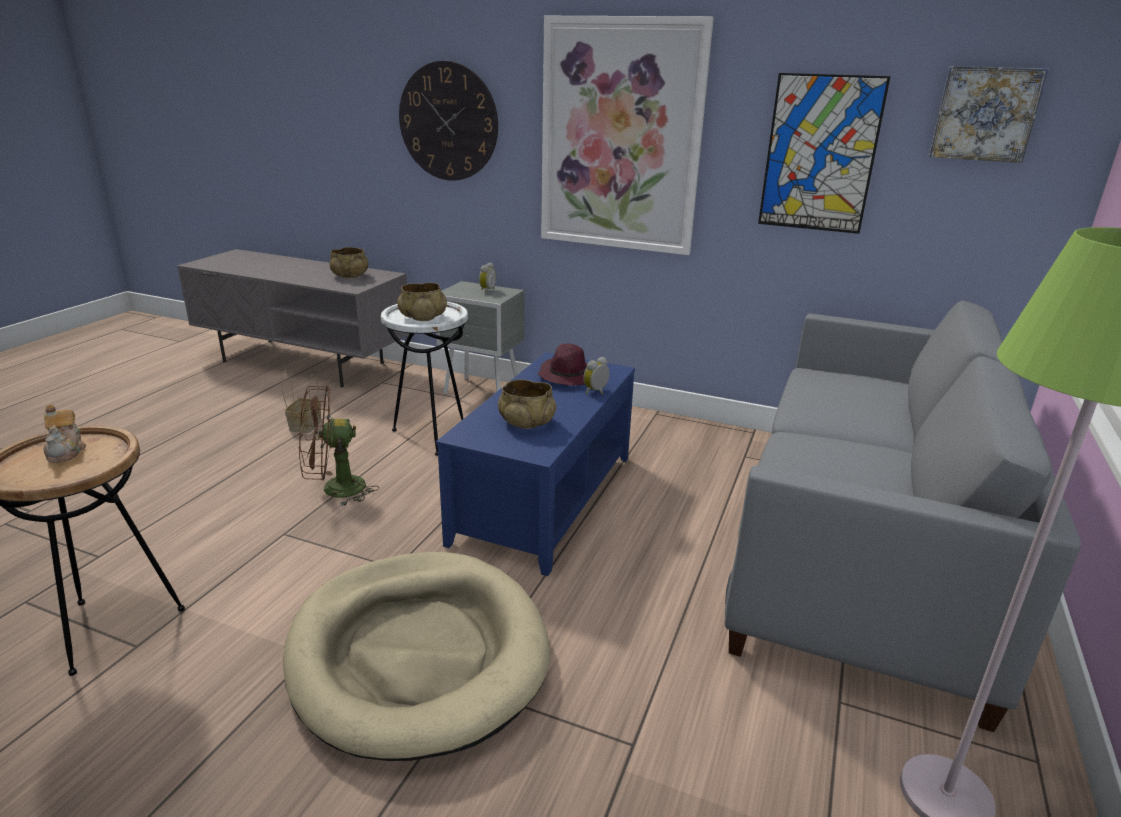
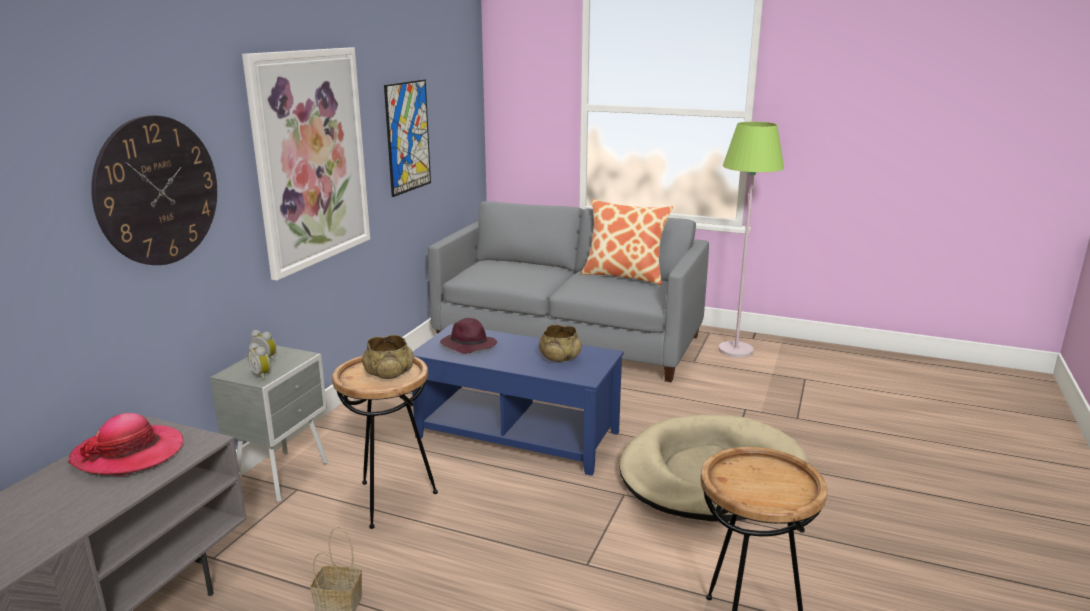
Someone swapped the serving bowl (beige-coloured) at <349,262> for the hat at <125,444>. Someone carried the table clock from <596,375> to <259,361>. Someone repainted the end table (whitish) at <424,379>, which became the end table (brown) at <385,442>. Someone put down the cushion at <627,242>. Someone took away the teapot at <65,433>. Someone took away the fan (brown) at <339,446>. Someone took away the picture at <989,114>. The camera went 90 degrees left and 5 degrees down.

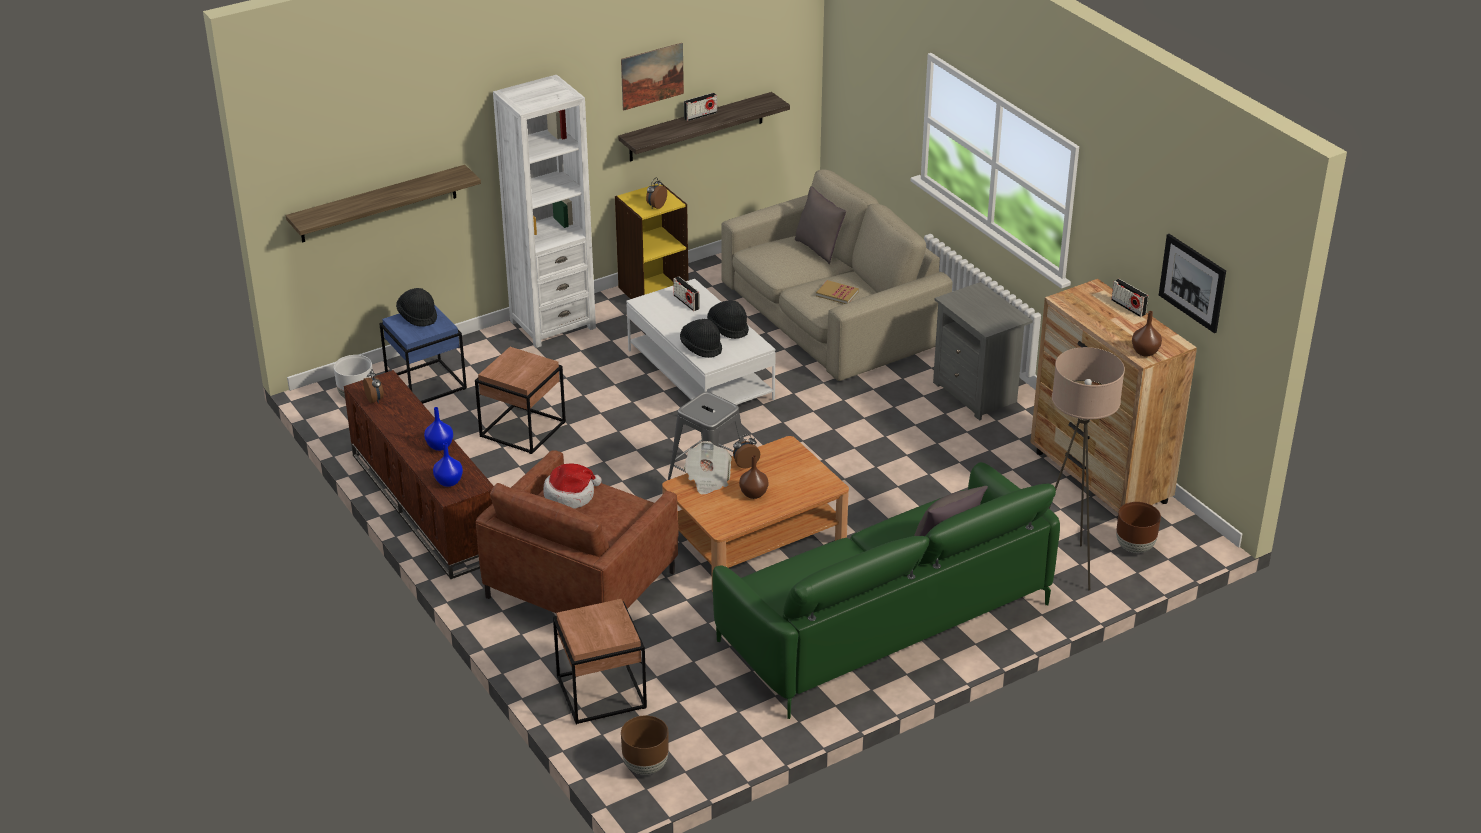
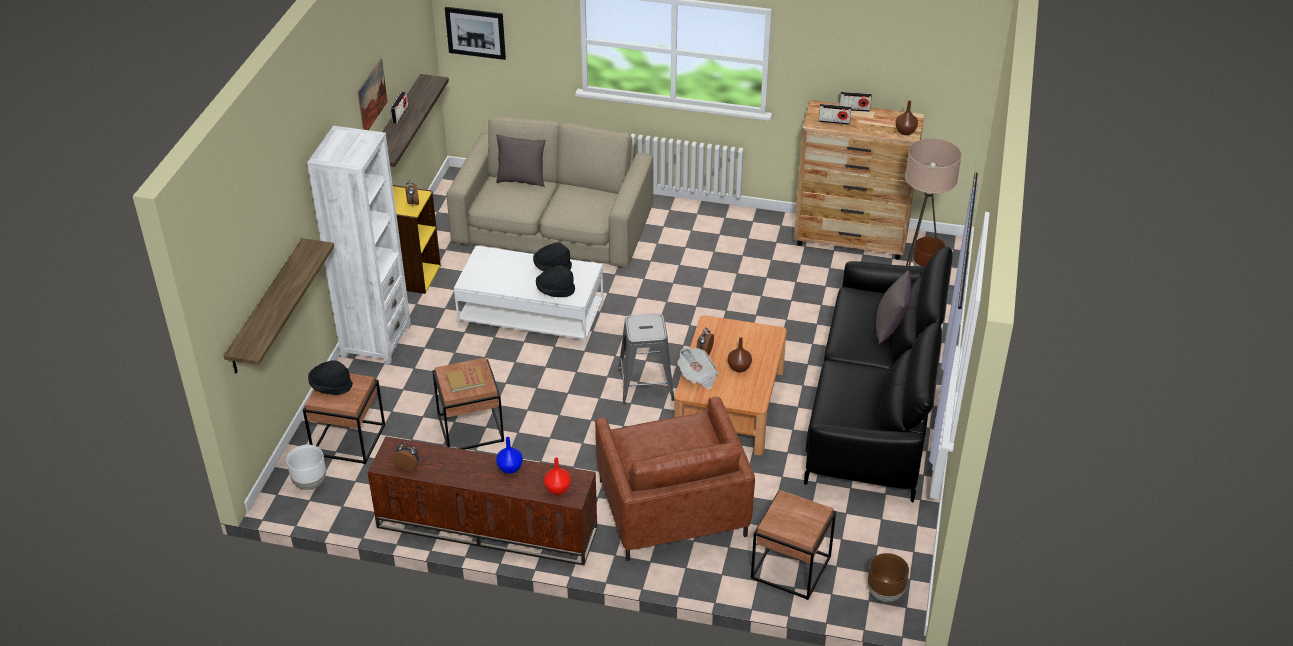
Someone repainted the end table (blue-coloured) at <423,354>, which became the end table (brown) at <344,418>. Someone carried the picture from <1192,283> to <475,33>. Someone carried the book from <837,292> to <465,379>. Someone repainted the vase (blue-coloured) at <448,464>, which became the vase (reddish) at <557,476>. Someone repainted the couch (green-coloured) at <886,590>, which became the couch (blackish) at <878,375>. Someone carried the radio from <686,293> to <834,114>. Someone took away the hat at <572,486>. Someone took away the night table (greyish) at <983,351>. The camera went 45 degrees left and 5 degrees up.

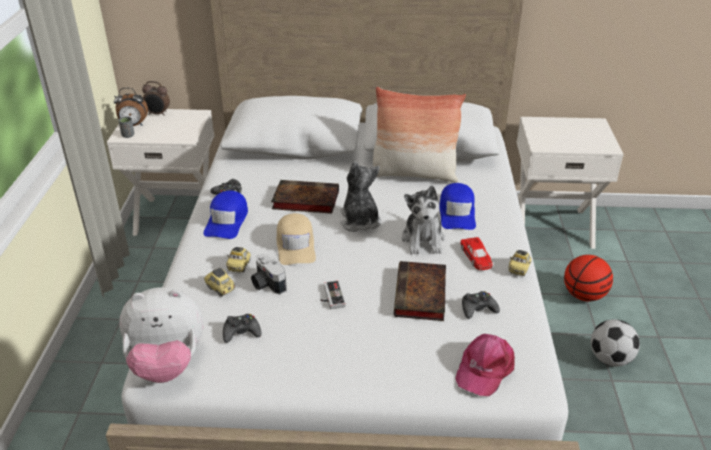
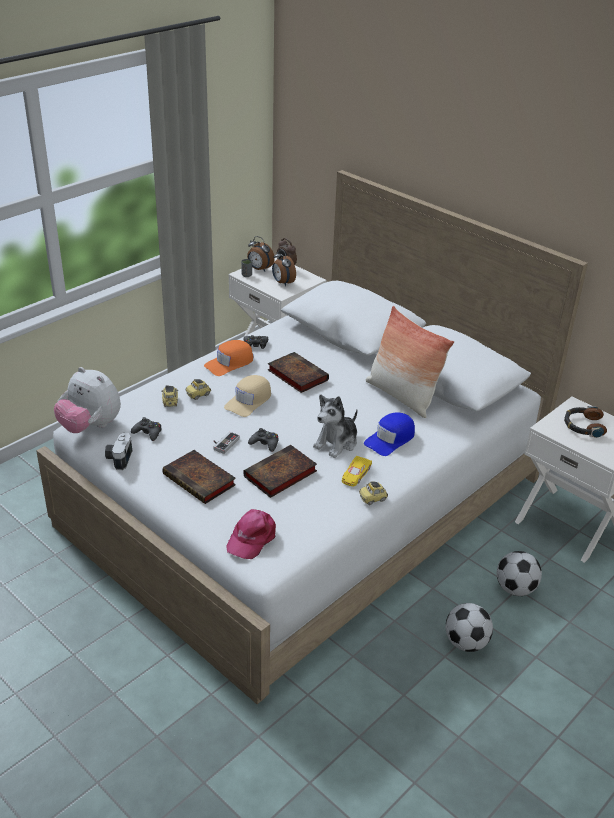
Someone carried the photo camera from <269,274> to <118,451>. Someone put down the book at <199,477>. Someone repainted the peaked cap (blue-coloured) at <225,215>, which became the peaked cap (orange-coloured) at <228,358>. Someone rotated the peaked cap (pink-coloured) at <485,365> by 45 degrees counterclockwise. Someone carried the gamepad (blackish) from <481,305> to <263,440>. Someone put down the table clock at <284,267>. Someone repainted the model car (reddish) at <477,253>, which became the model car (yellow-coloured) at <357,471>. Someone swapped the basketball ball at <588,278> for the football ball at <519,573>. Someone put down the headphones at <585,422>. Someone took away the cuddly toy at <360,196>. The camera went 40 degrees right and 0 degrees up.

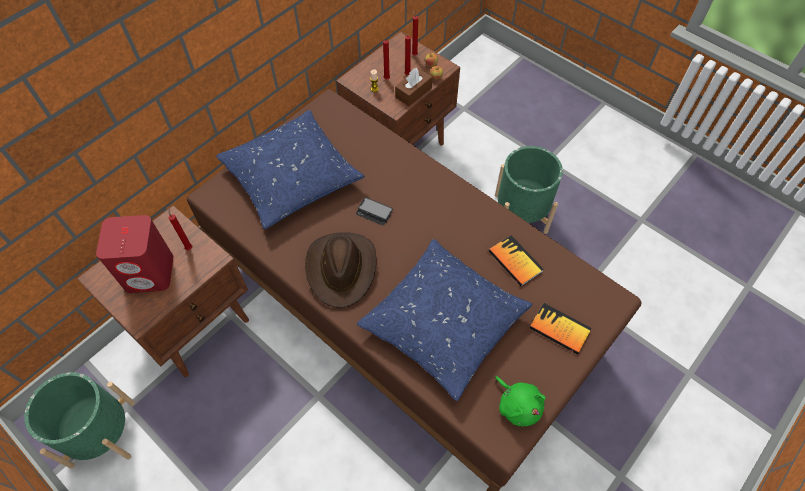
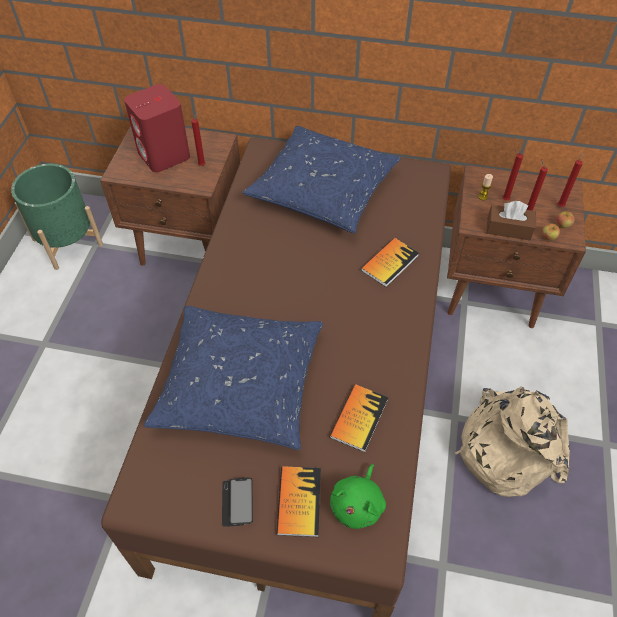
Someone carried the telephone from <374,211> to <237,502>. Someone carried the cuddly toy (green-coloured) from <520,401> to <358,496>. Someone put down the book at <390,262>. Someone swapped the plant pot (green-coloured) at <529,190> for the rucksack (beige-coloured) at <512,442>. Someone took away the hat (brown) at <341,270>. The camera went 60 degrees right and 5 degrees down.

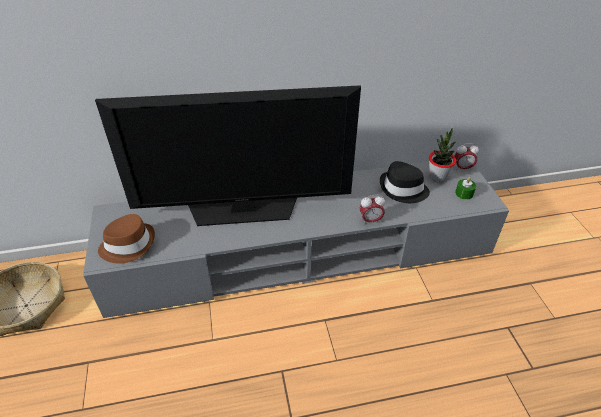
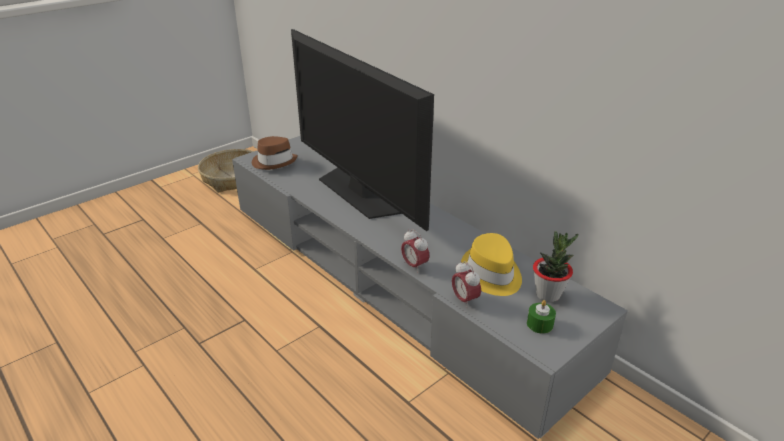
Someone carried the table clock from <466,156> to <466,284>. Someone repainted the hat (blackish) at <405,182>, which became the hat (yellow-coloured) at <491,264>. The camera went 60 degrees right and 10 degrees down.

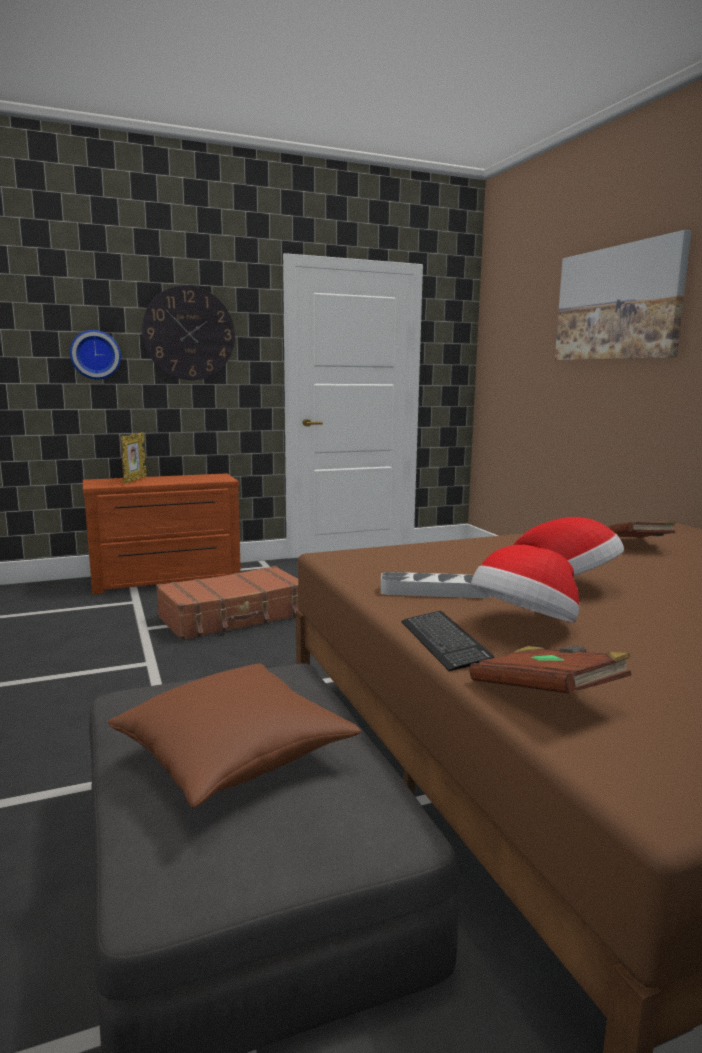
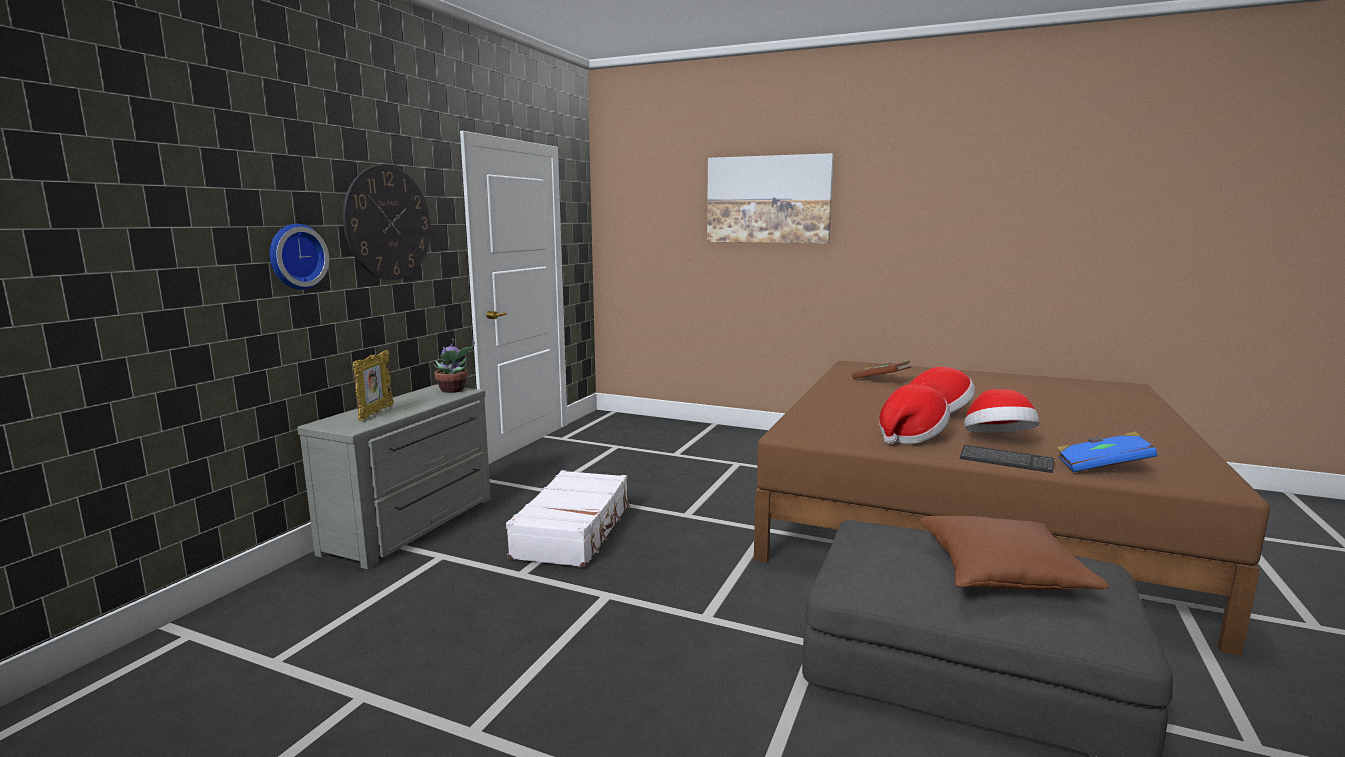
Someone repainted the dresser (brown) at <162,533>, which became the dresser (greyish) at <394,476>. Someone rotated the photo frame at <134,458> by 45 degrees clockwise. Someone put down the houseplant at <454,366>. Someone repainted the travel case (brown) at <227,603>, which became the travel case (whitish) at <568,518>. Someone swapped the carrying tray (greyish) at <436,585> for the hat at <914,414>. Someone repainted the book (brown) at <550,670>, which became the book (blue-coloured) at <1106,452>. The camera went 45 degrees left and 0 degrees up.

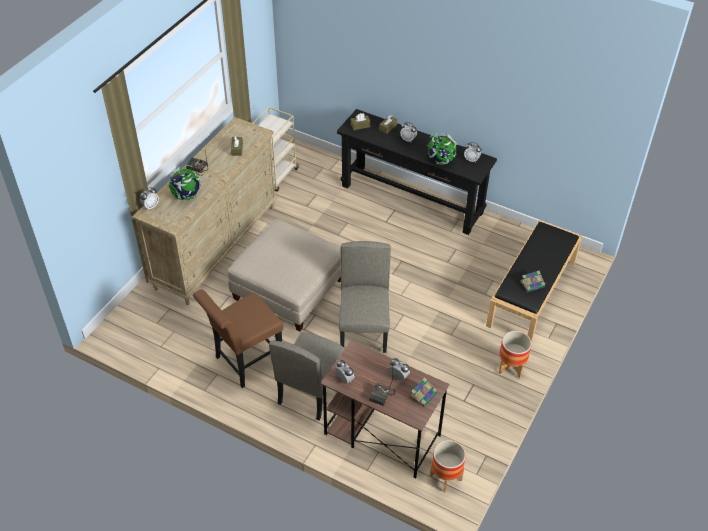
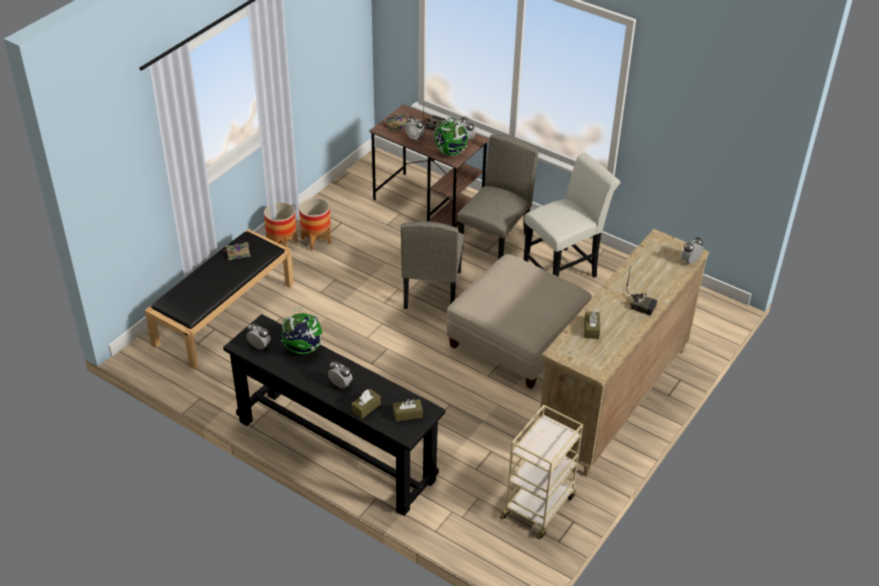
Someone carried the plant pot from <448,466> to <315,224>. Someone carried the globe from <185,182> to <450,136>. Someone repainted the chair (brown) at <238,338>, which became the chair (whitish) at <571,215>. The camera went 175 degrees left and 5 degrees down.

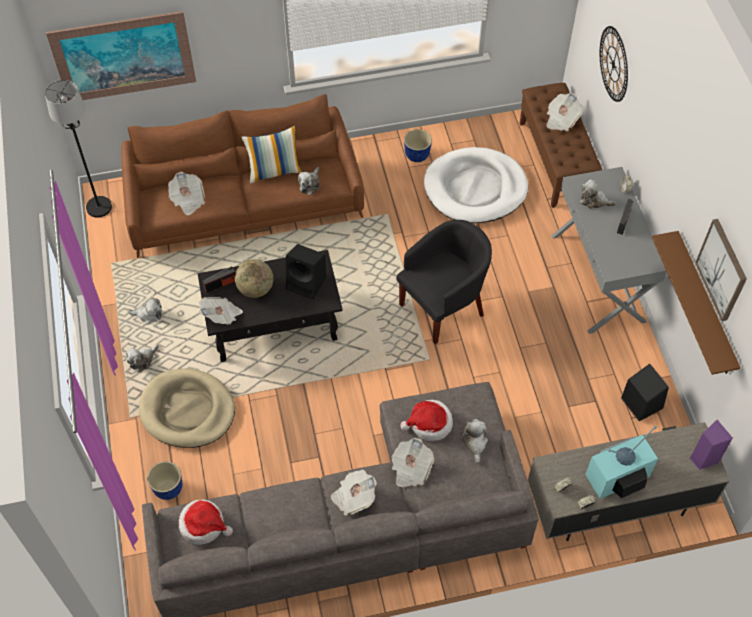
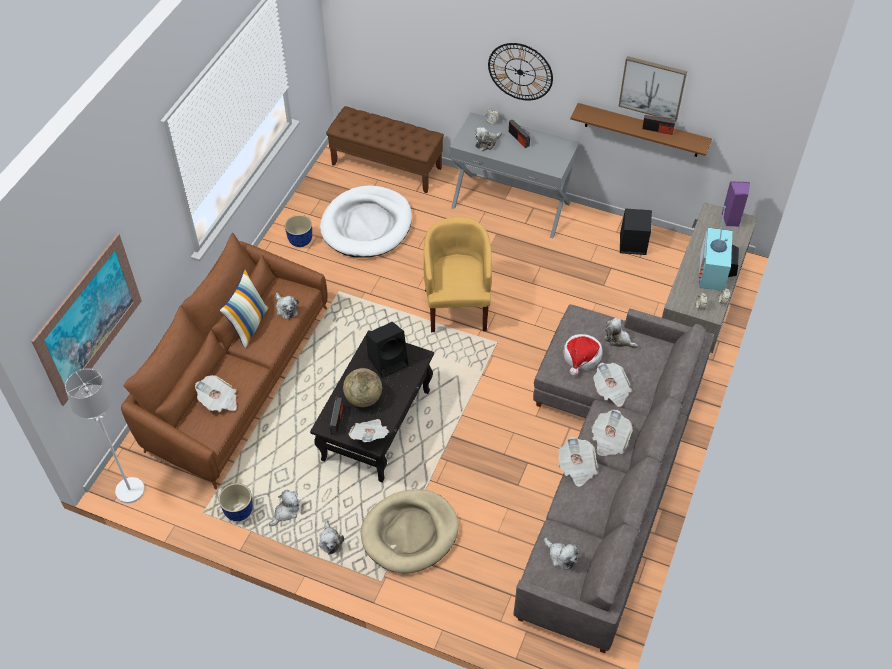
Someone repainted the standing lamp (blackish) at <78,149>, which became the standing lamp (whitish) at <105,435>. Someone carried the plant pot from <164,480> to <236,502>. Someone repainted the lounge chair (blackish) at <444,282>, which became the lounge chair (yellow-coloured) at <458,274>. Someone carried the clock on the wall from <614,64> to <520,71>. Someone swapped the hat at <206,522> for the cuddly toy at <562,554>. Someone carried the printed paper from <564,112> to <578,462>. Someone put down the radio at <658,125>. The camera went 55 degrees left and 5 degrees down.

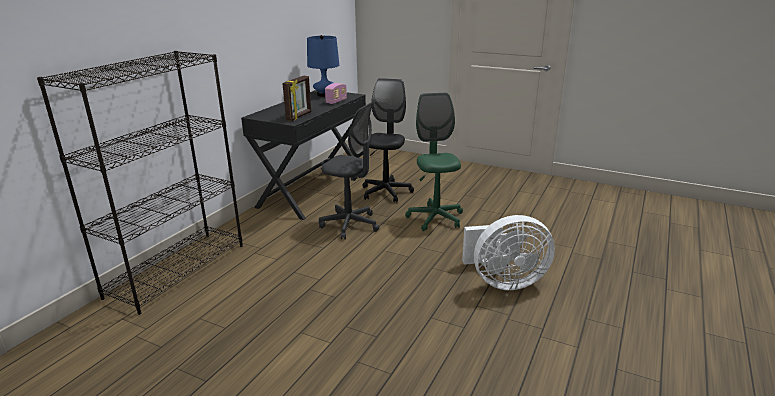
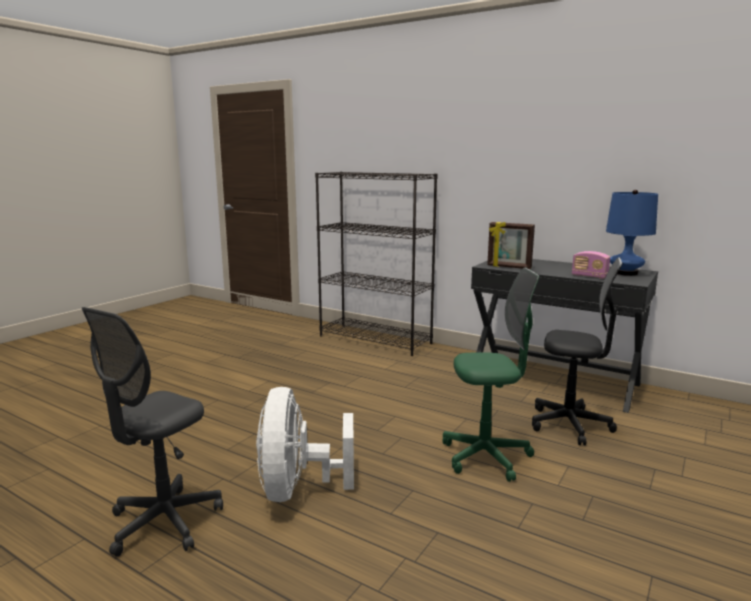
Someone carried the computer chair (greyish) from <349,170> to <152,432>. The camera went 95 degrees right and 10 degrees down.

